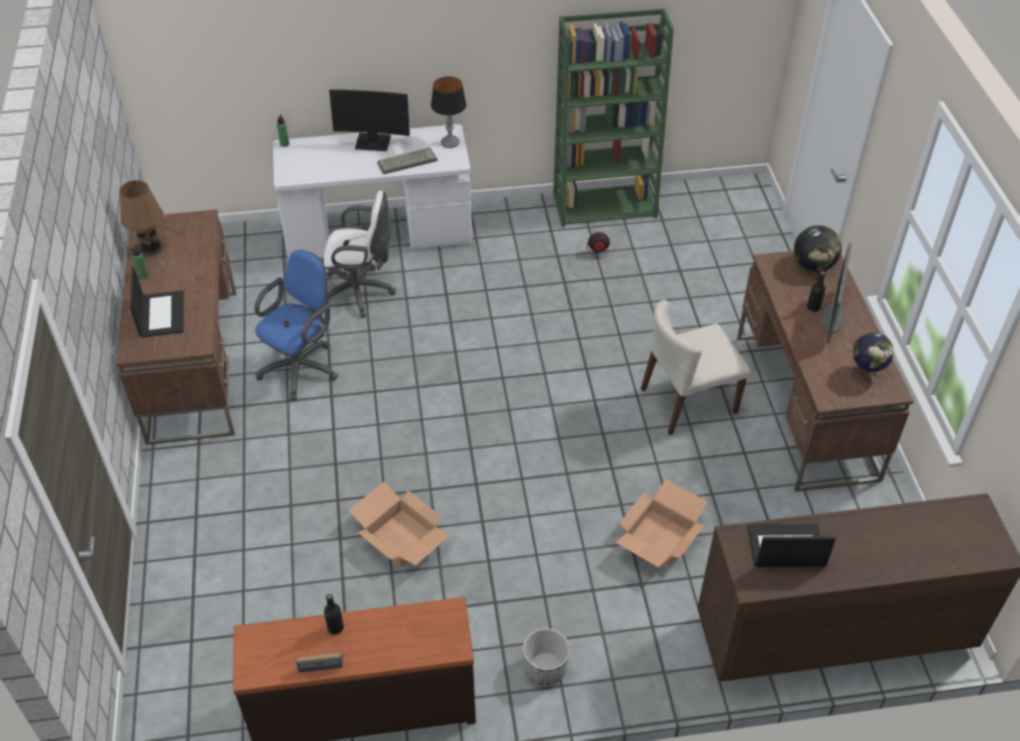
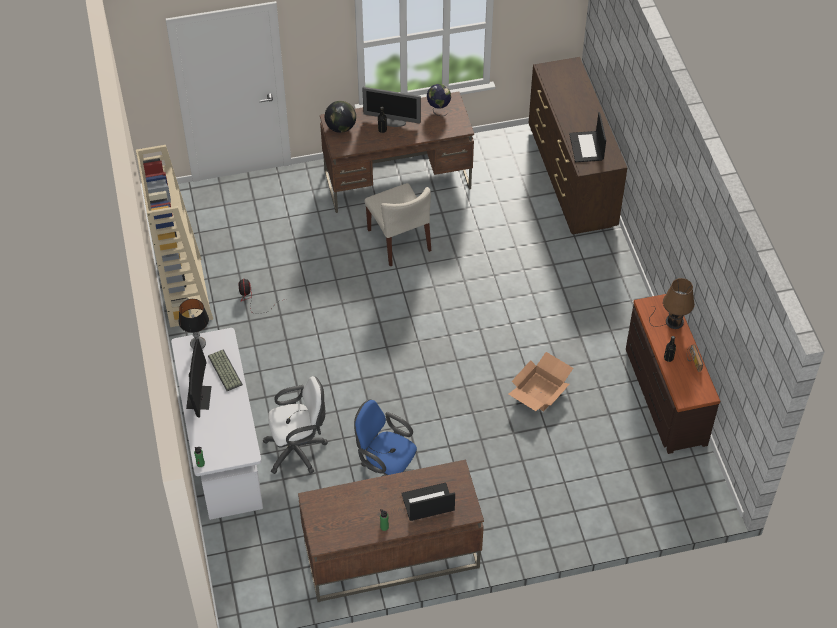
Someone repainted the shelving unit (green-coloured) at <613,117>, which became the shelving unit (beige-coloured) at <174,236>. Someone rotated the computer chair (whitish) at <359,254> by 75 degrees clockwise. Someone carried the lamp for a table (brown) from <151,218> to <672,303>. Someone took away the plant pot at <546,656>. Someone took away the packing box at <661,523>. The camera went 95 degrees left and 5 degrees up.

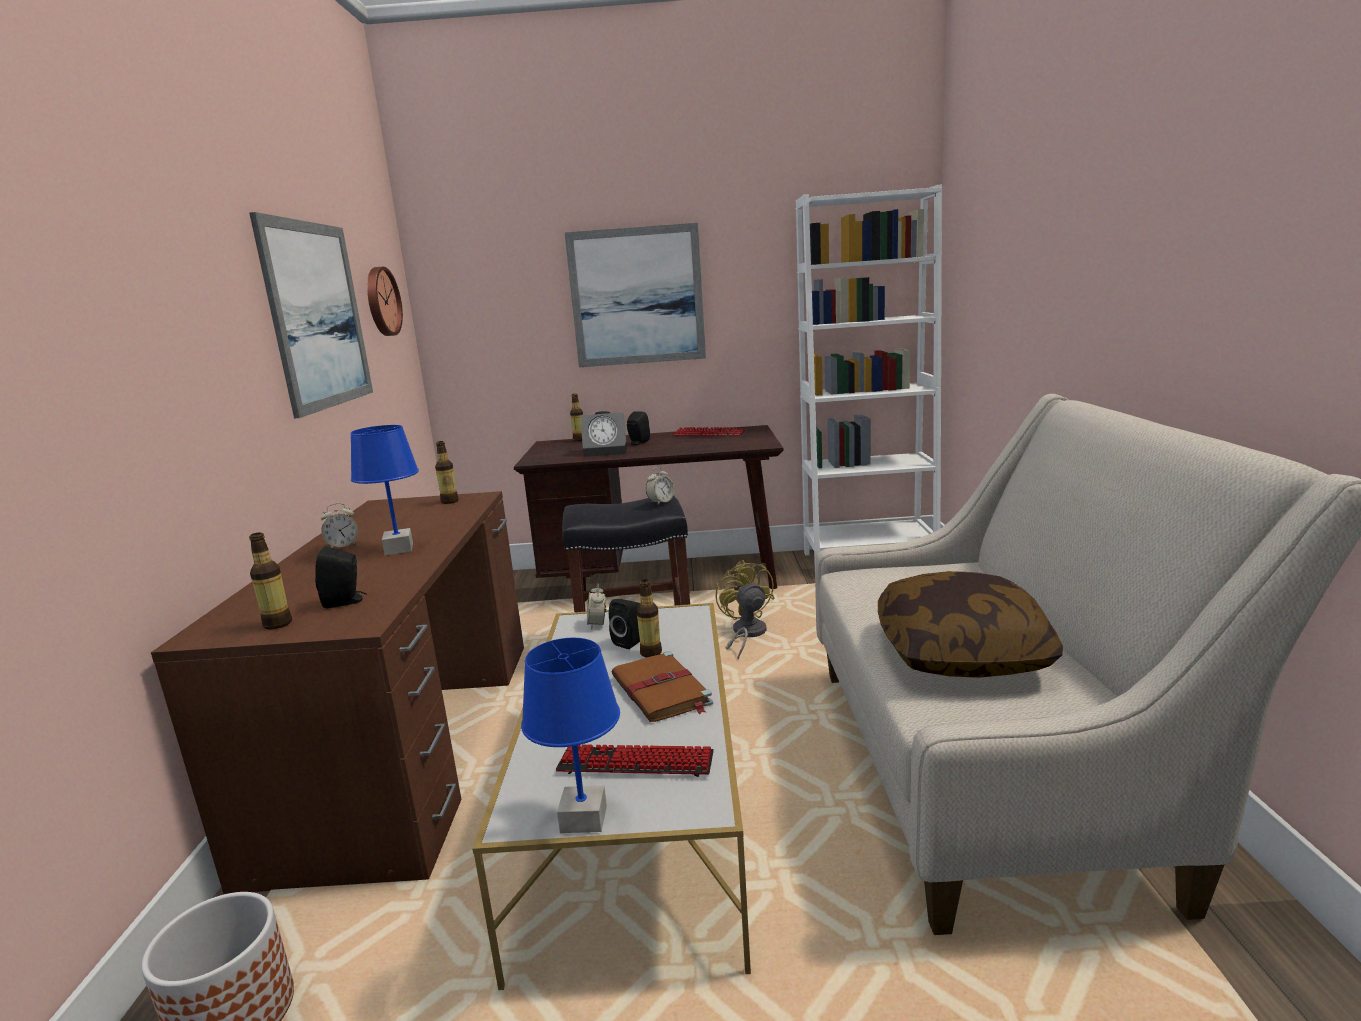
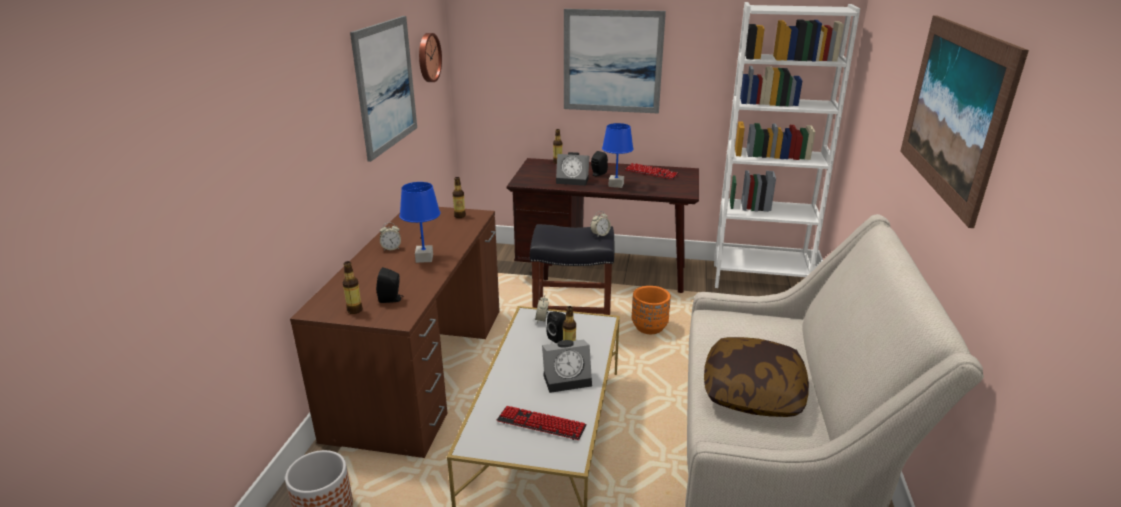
Someone swapped the book (brown) at <662,686> for the table clock at <567,366>. Someone carried the lamp for a table (blue-coloured) from <570,735> to <618,155>. Someone swapped the fan (yellow-coloured) at <745,609> for the plant pot (orange-coloured) at <651,310>. Someone put up the picture at <964,121>. The camera went 10 degrees right and 10 degrees up.

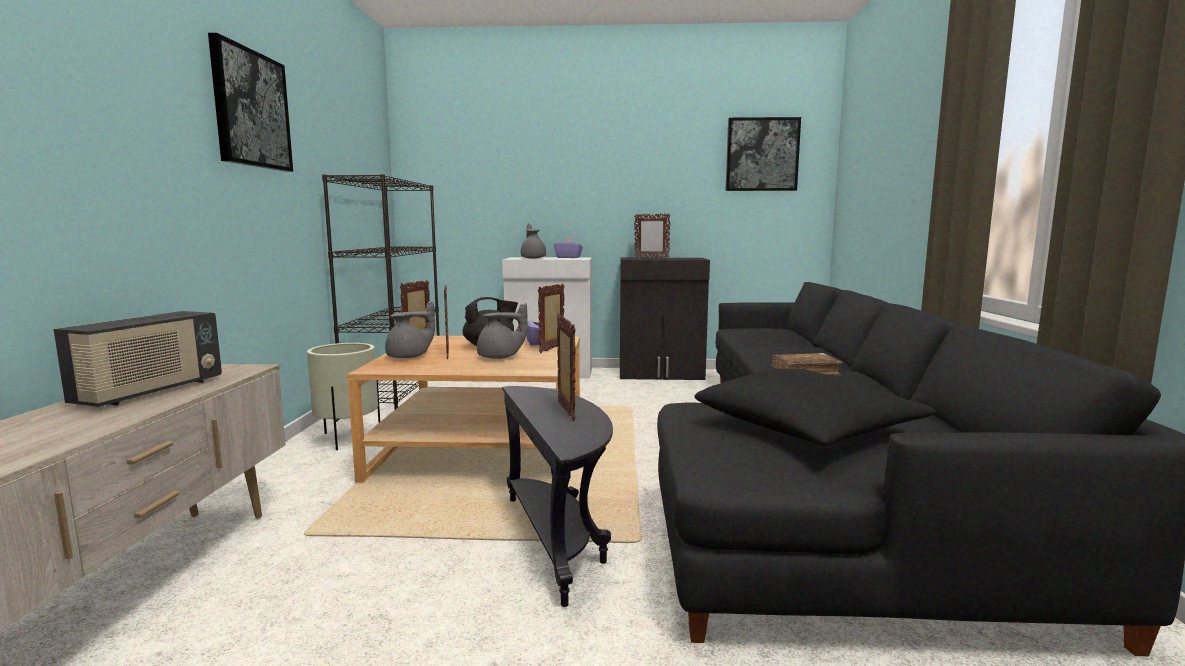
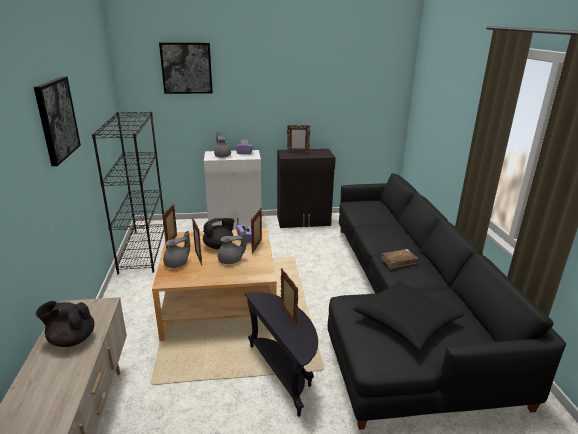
Someone swapped the radio at <138,359> for the teapot (blackish) at <65,324>. Someone carried the picture from <763,154> to <186,68>. Someone took away the plant pot (beige-coloured) at <343,396>. The camera went 10 degrees left and 15 degrees up.

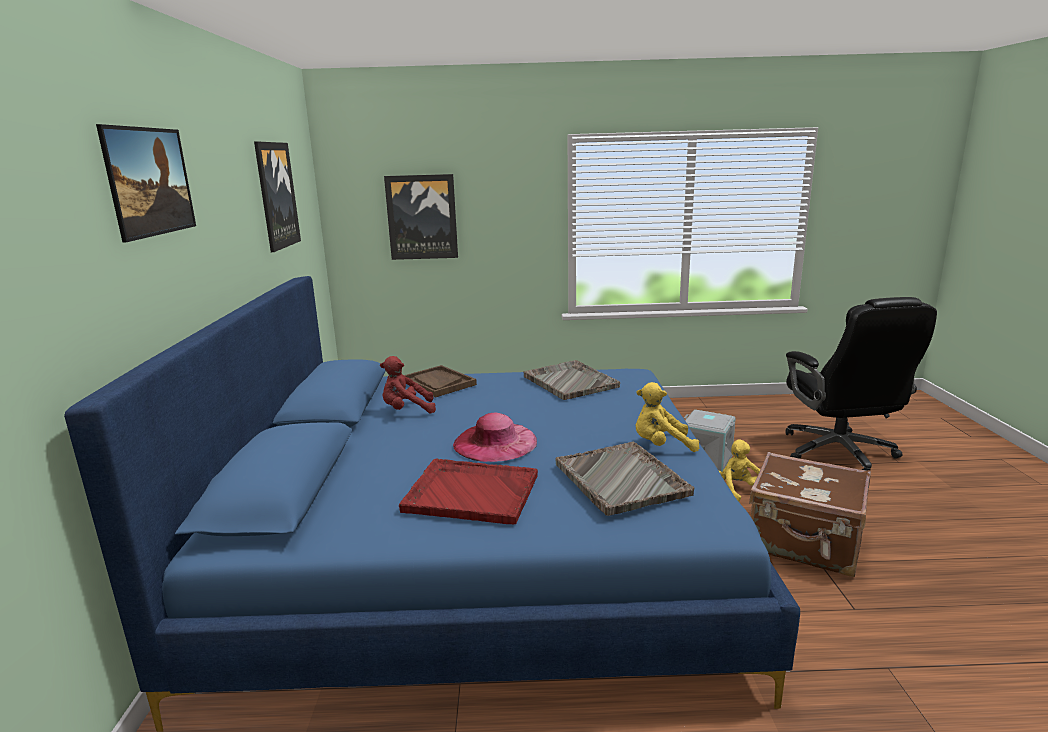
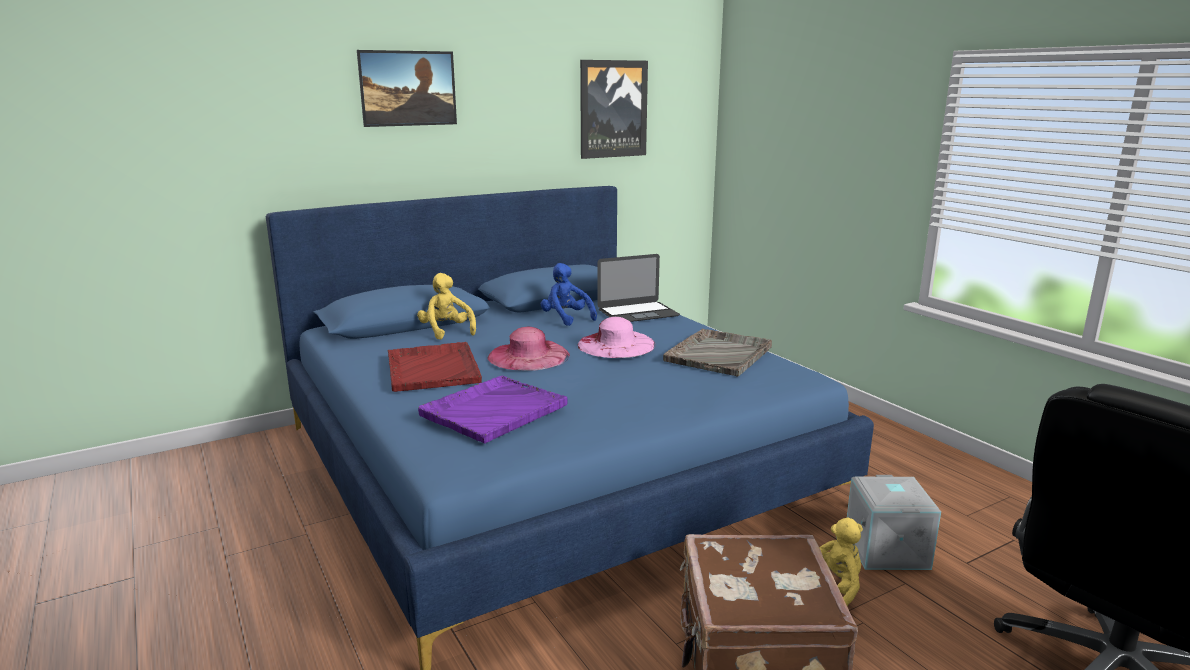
Someone carried the cuddly toy (yellow-coloured) from <667,417> to <446,306>. Someone repainted the carrying tray (greyish) at <624,479>, which became the carrying tray (purple) at <493,410>. Someone repainted the cuddly toy (reddish) at <408,384>, which became the cuddly toy (blue-coloured) at <569,294>. Someone put down the hat (pink-coloured) at <617,337>. Someone swapped the carrying tray (brown) at <440,381> for the laptop at <639,288>. Someone took away the picture at <421,217>. The camera went 60 degrees right and 0 degrees up.

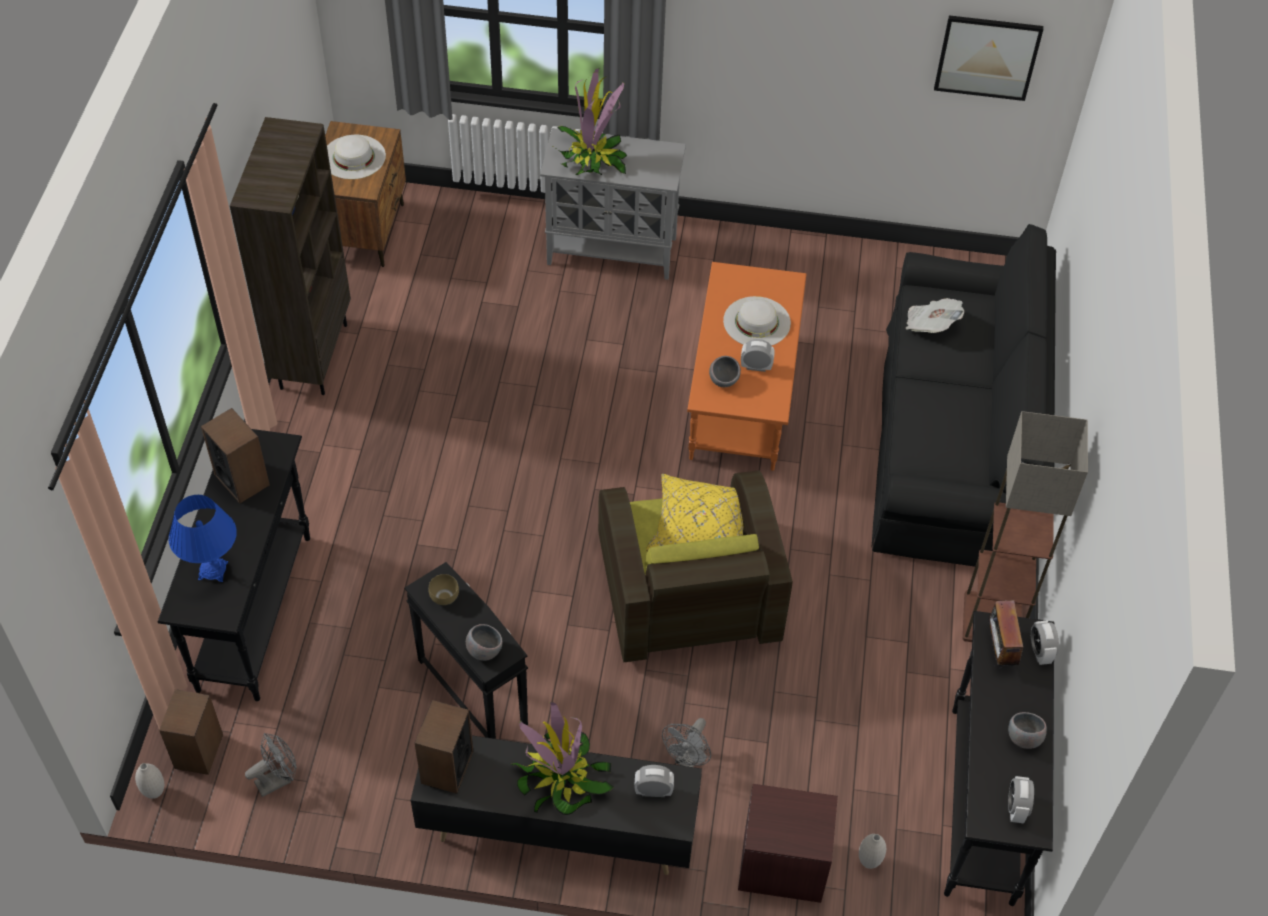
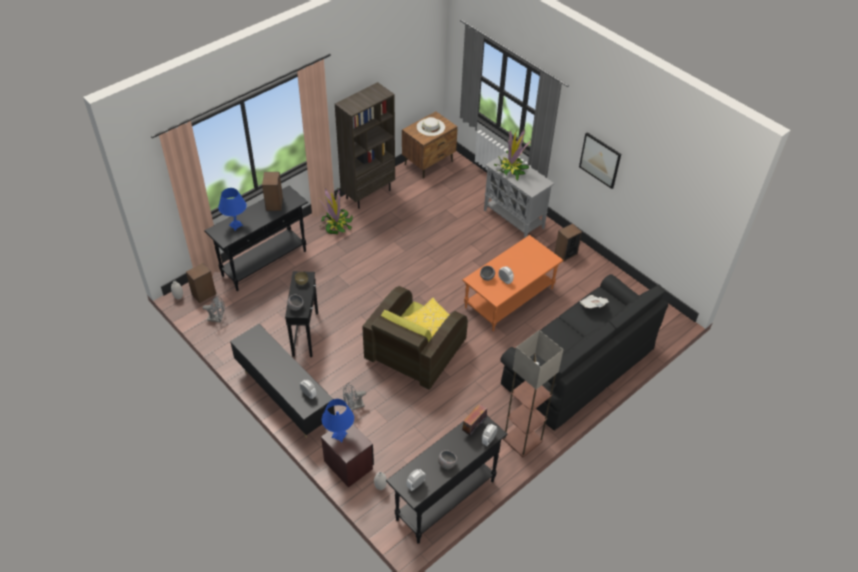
Someone carried the houseplant from <562,758> to <335,211>. Someone put down the lamp for a table (blue-coloured) at <338,420>. Someone carried the audio speaker from <444,747> to <568,242>. Someone carried the picture from <989,58> to <600,160>. Someone took away the hat (whitish) at <757,321>. The camera went 40 degrees right and 5 degrees down.

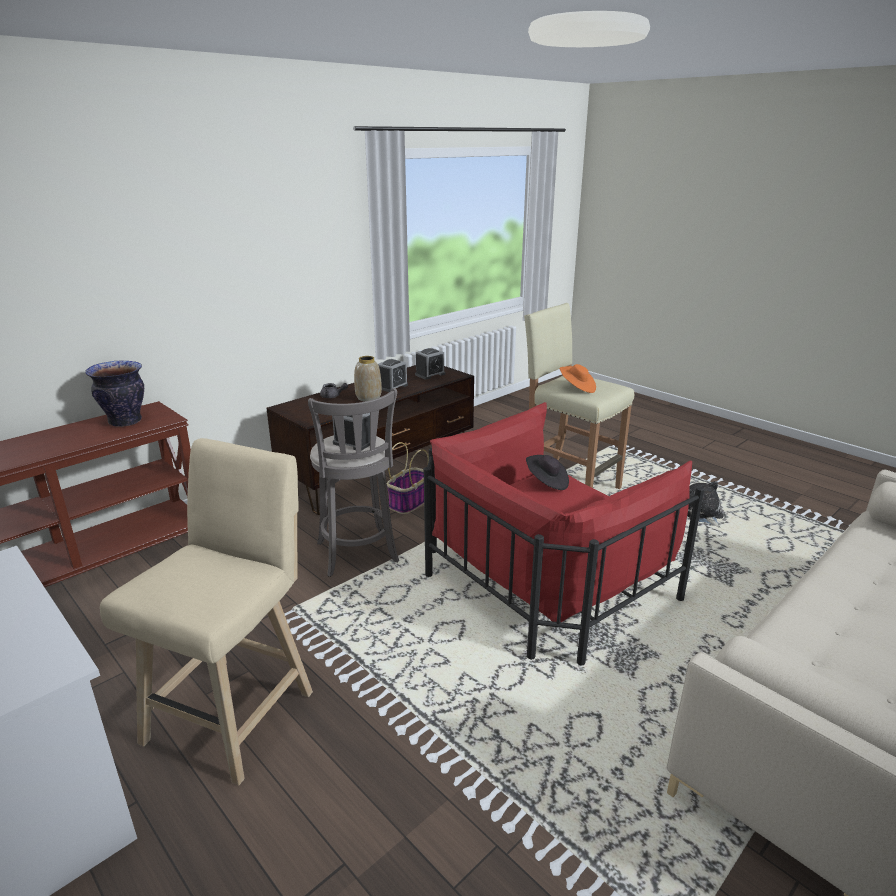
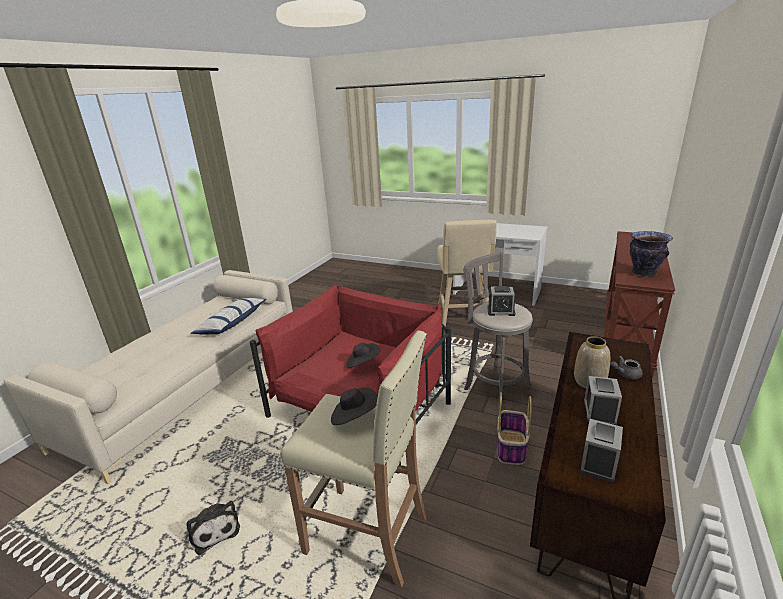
Someone put down the cushion at <228,316>. Someone repainted the hat (orange-coloured) at <578,378>, which became the hat (blackish) at <354,406>. The camera went 160 degrees right and 0 degrees up.

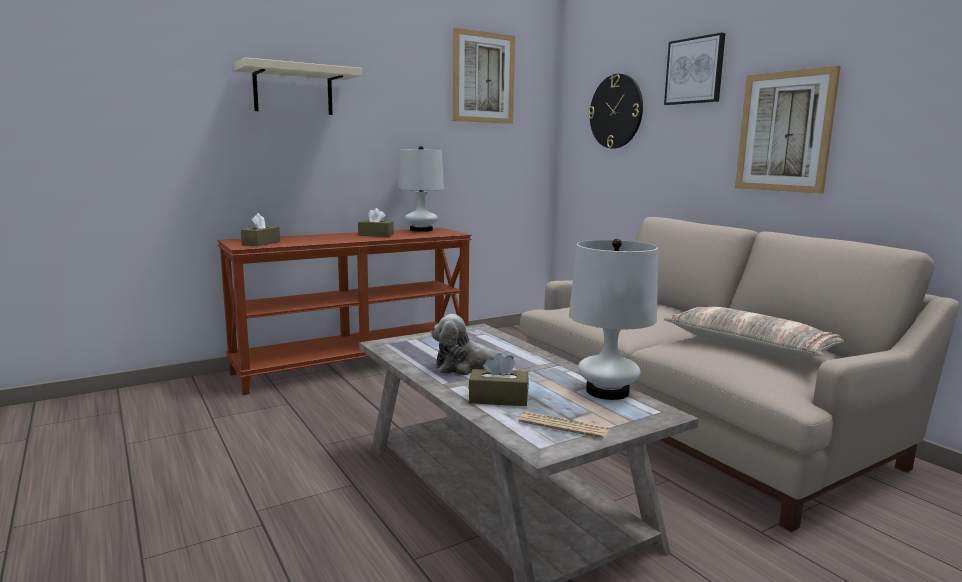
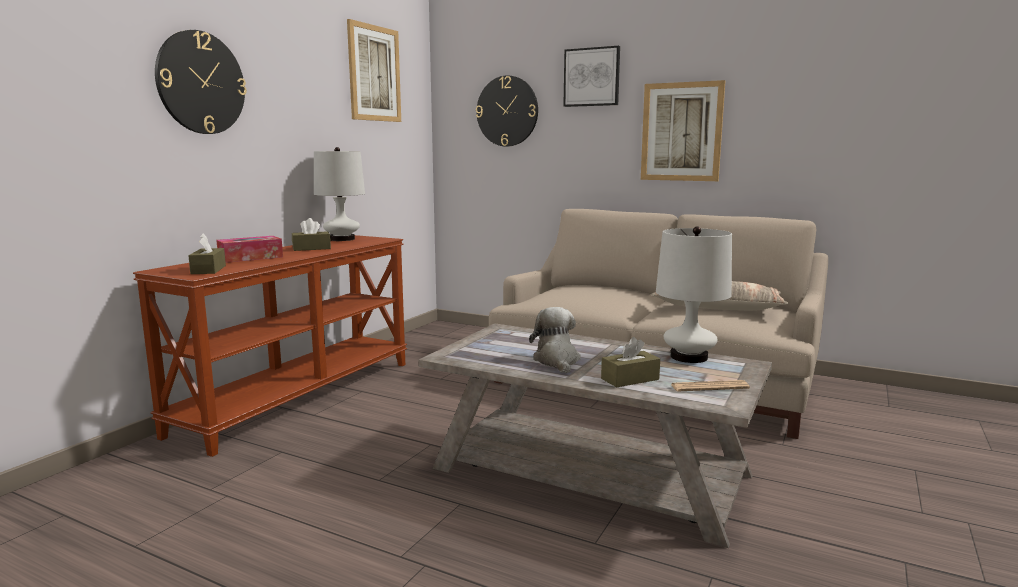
Someone swapped the wall shelf (beige-coloured) at <298,86> for the clock on the wall at <201,82>. Someone put down the tissue box at <249,249>. Someone rotated the cuddly toy at <472,344> by 120 degrees clockwise. The camera went 30 degrees left and 0 degrees up.

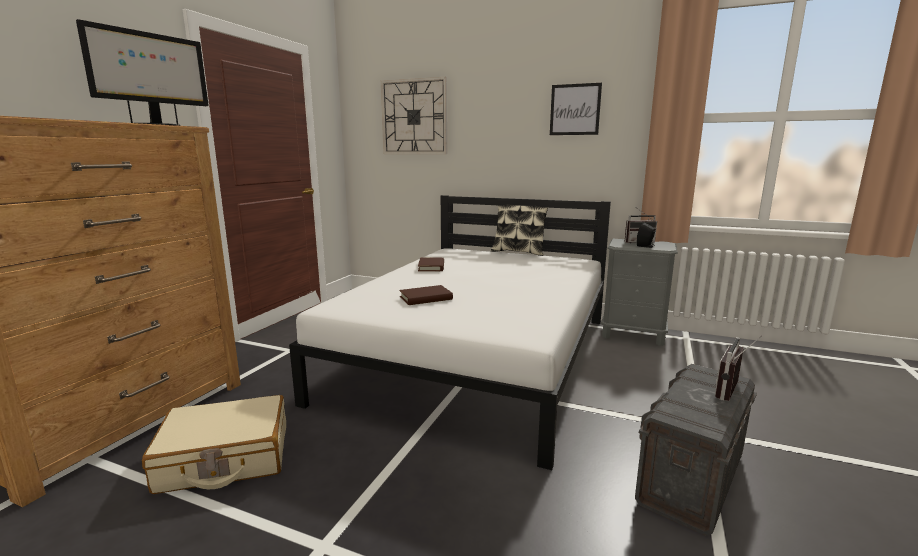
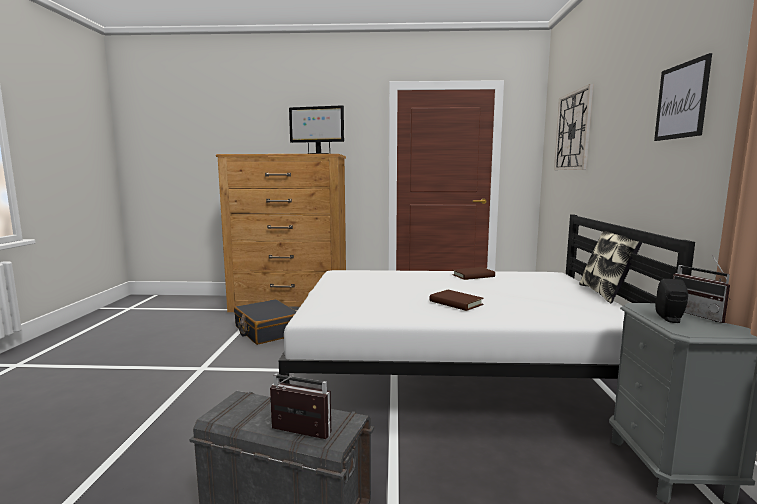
Someone repainted the travel case (beige-coloured) at <214,444>, which became the travel case (blackish) at <265,322>. Someone carried the book (brown) from <426,295> to <456,300>. The camera went 70 degrees right and 5 degrees down.

